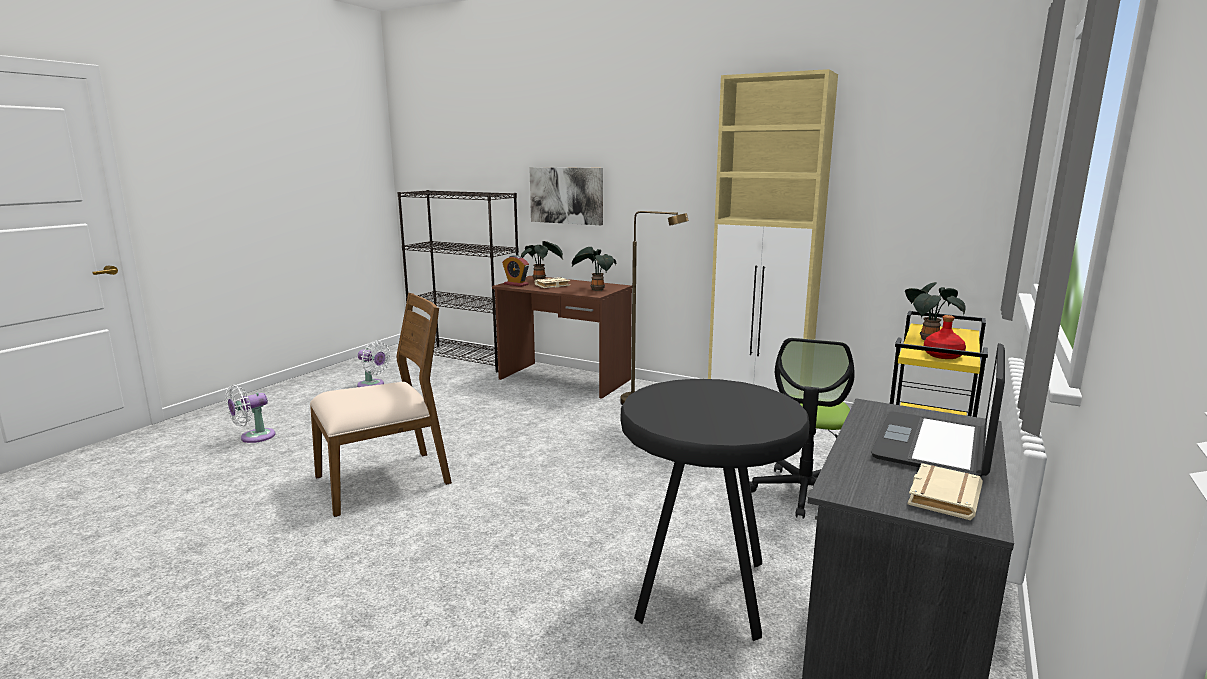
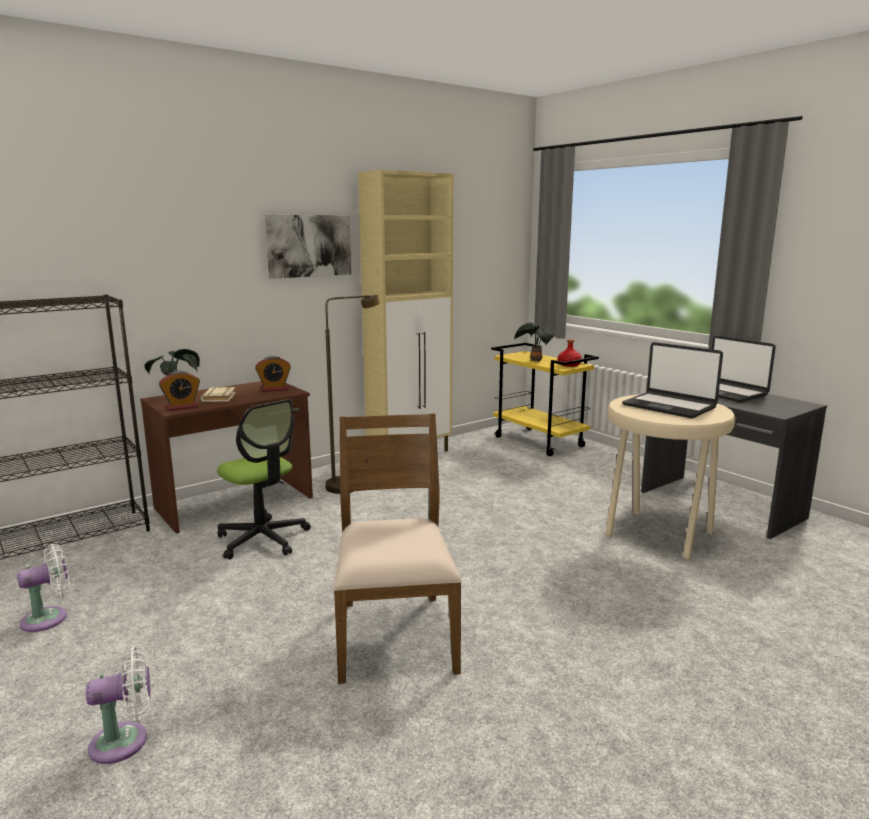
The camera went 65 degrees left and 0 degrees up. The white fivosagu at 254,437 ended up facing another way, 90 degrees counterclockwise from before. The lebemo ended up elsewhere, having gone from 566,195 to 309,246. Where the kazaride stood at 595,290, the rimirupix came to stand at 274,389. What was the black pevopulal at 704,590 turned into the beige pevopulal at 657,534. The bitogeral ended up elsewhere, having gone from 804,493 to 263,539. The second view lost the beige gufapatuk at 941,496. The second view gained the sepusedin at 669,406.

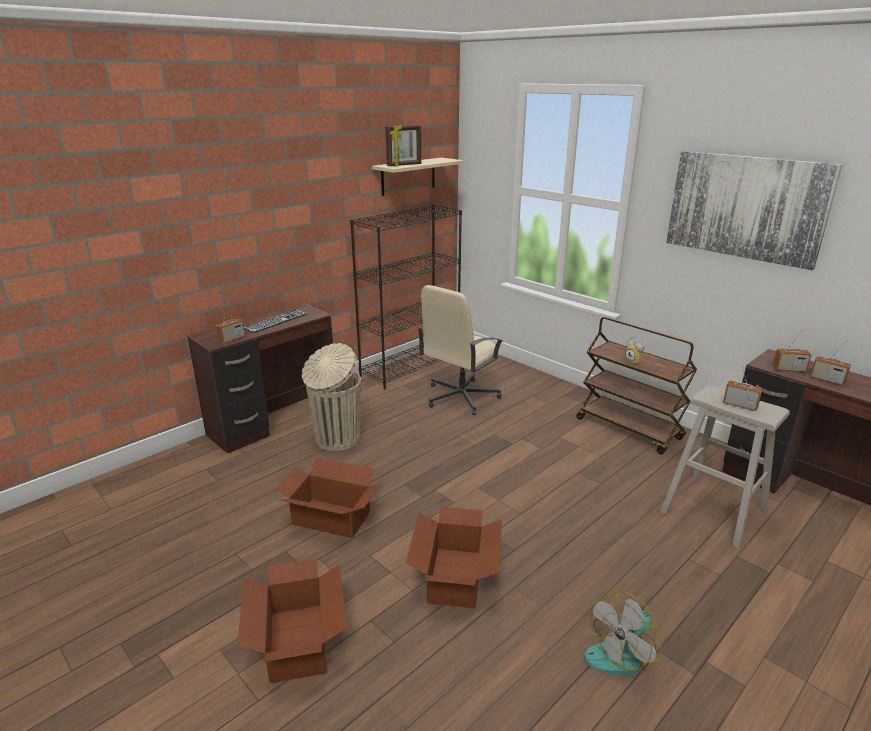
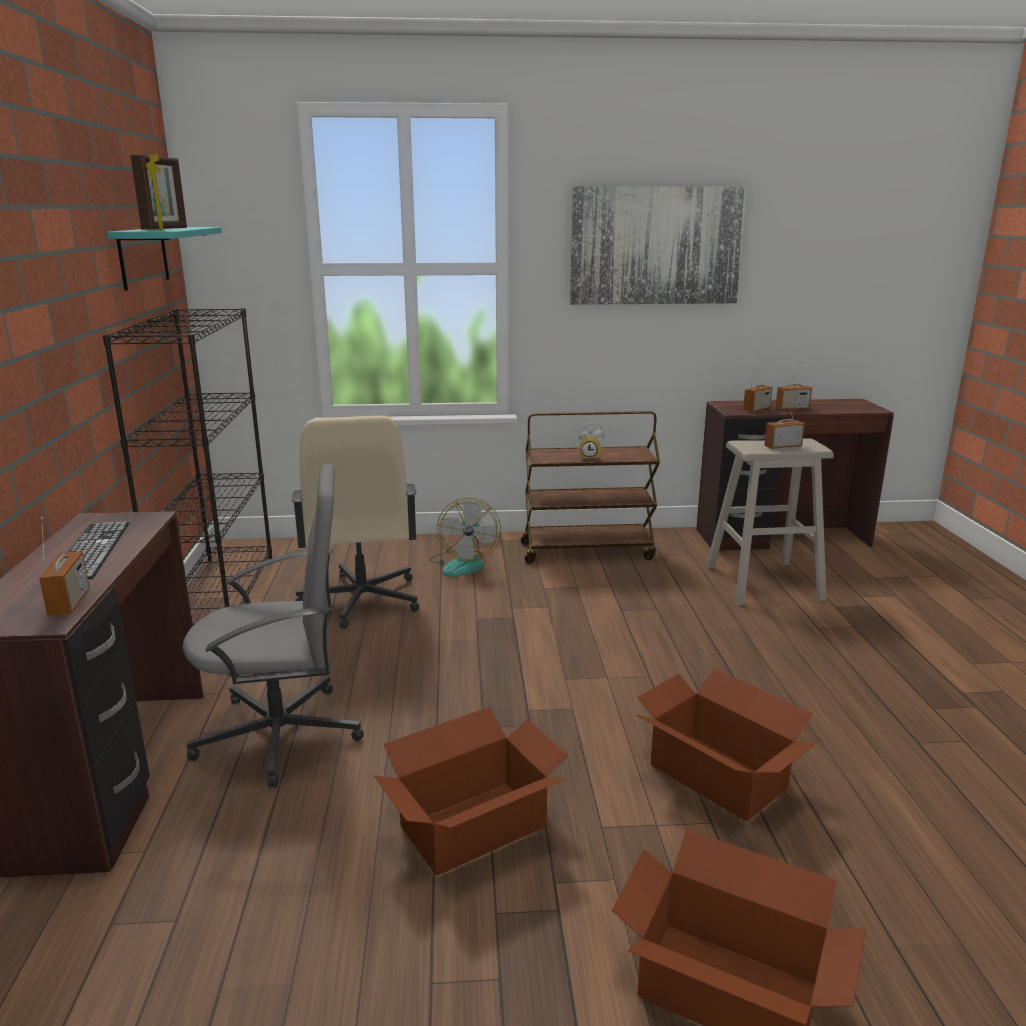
The camera went 50 degrees left and 5 degrees down. Where the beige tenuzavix stood at 336,439, the grey bitogeral came to stand at 282,734. What was the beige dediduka at 408,176 turned into the turquoise dediduka at 143,257. The fivosagu ended up elsewhere, having gone from 621,652 to 464,563.

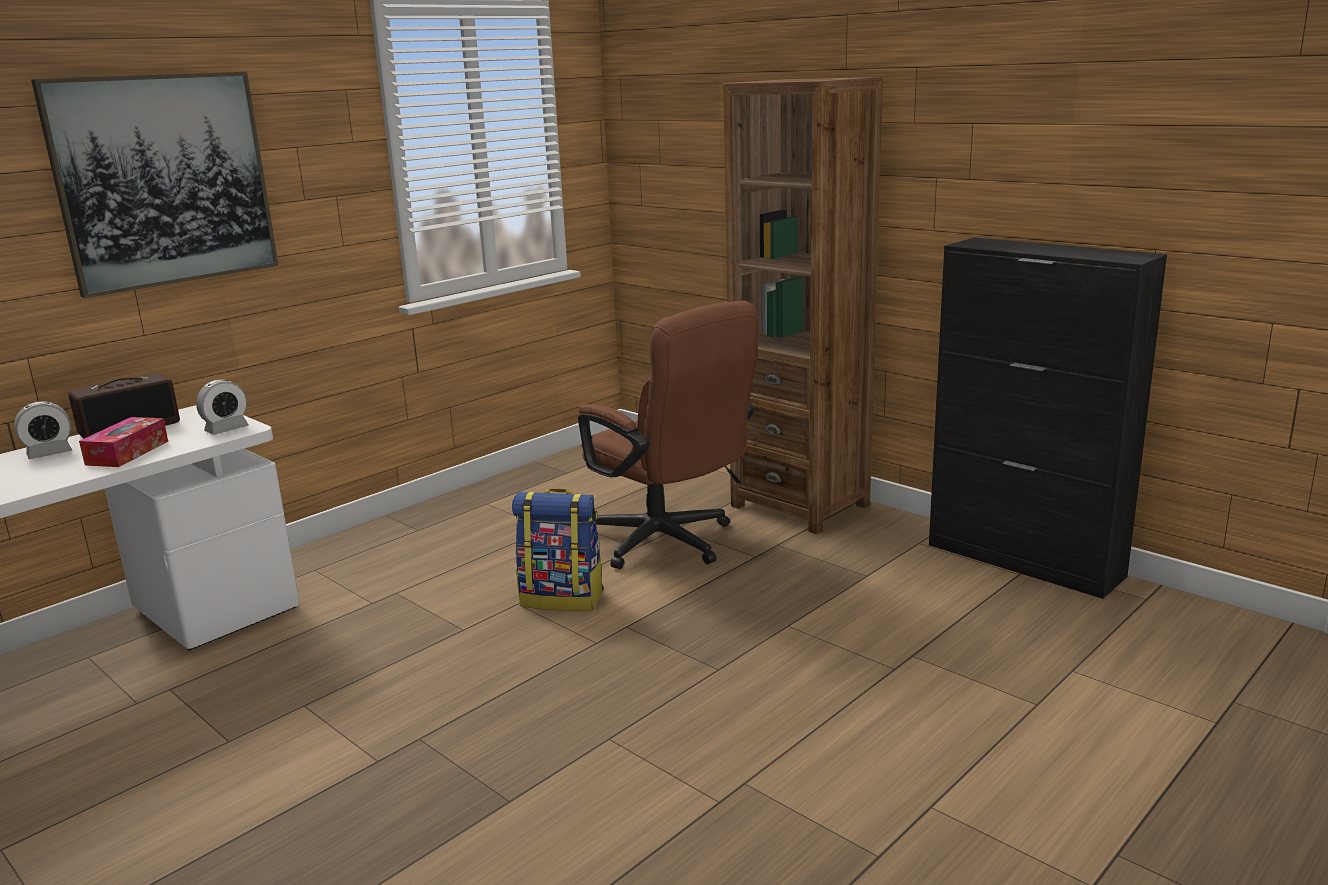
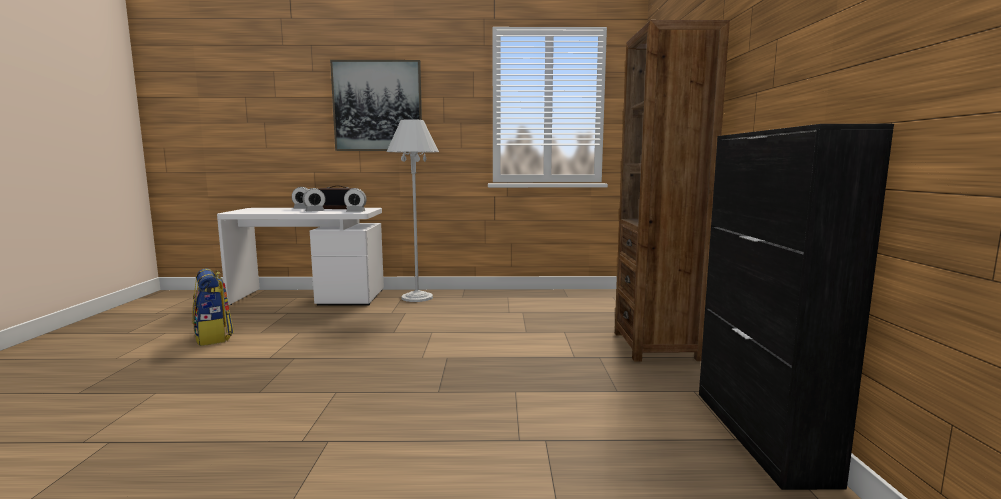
The camera went 45 degrees right and 10 degrees down. Where the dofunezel stood at 127,453, the rimirupix came to stand at 314,211. The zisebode ended up elsewhere, having gone from 563,598 to 214,337. The second view lost the brown bitogeral at 668,544. The second view gained the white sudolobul at 417,297.

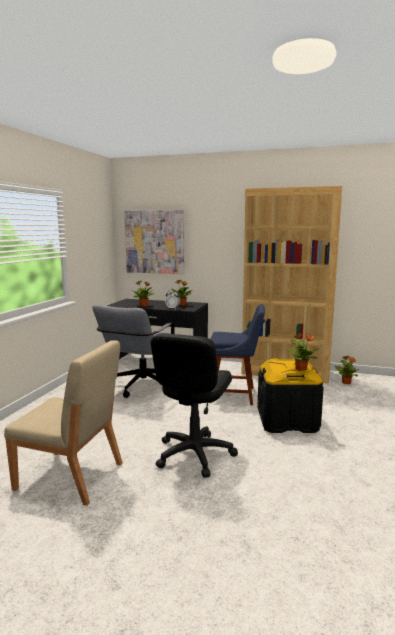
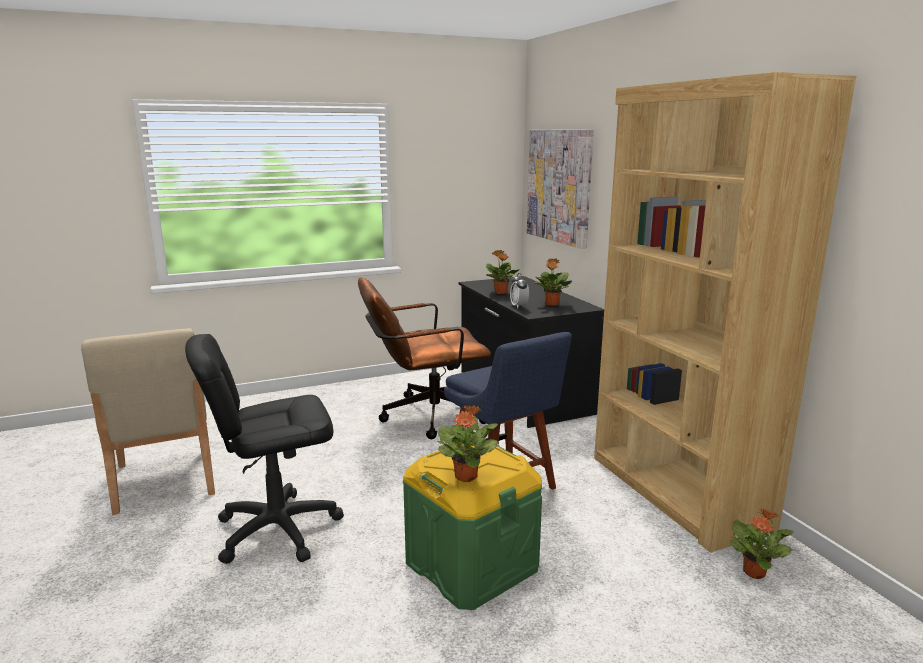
The camera went 50 degrees right and 5 degrees up. What was the grey bitogeral at 140,388 turned into the brown bitogeral at 424,416. What was the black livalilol at 287,421 turned into the green livalilol at 472,565.

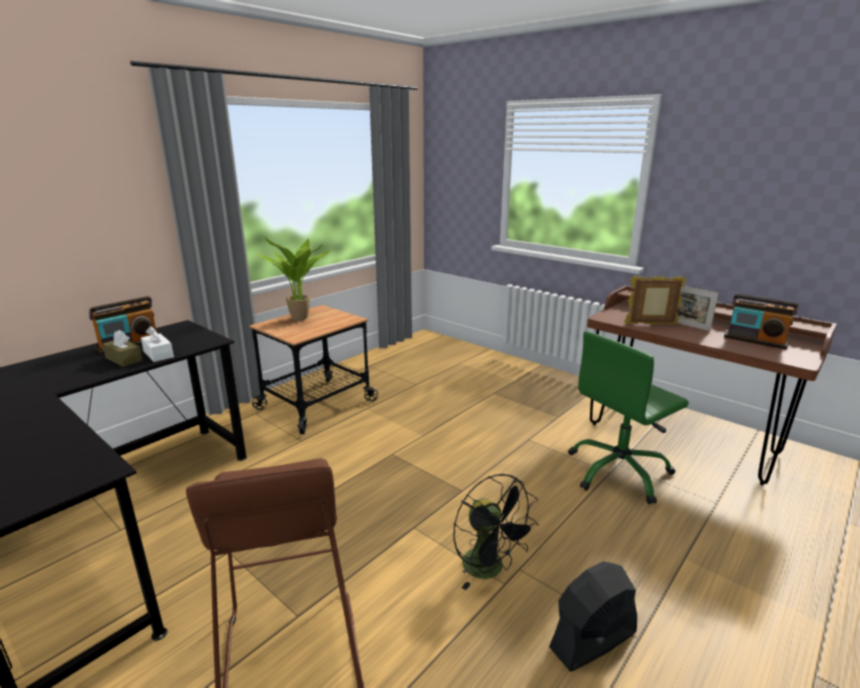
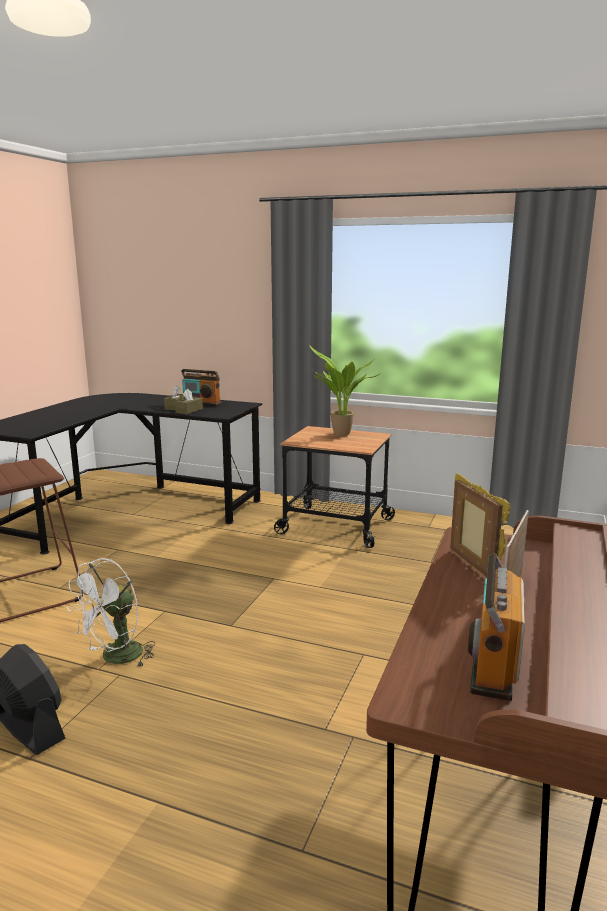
The camera went 70 degrees right and 5 degrees down. What was the white dofunezel at 158,354 turned into the brown dofunezel at 189,411. What was the black fivosagu at 490,569 turned into the white fivosagu at 116,658. The second view lost the green bitogeral at 619,472.

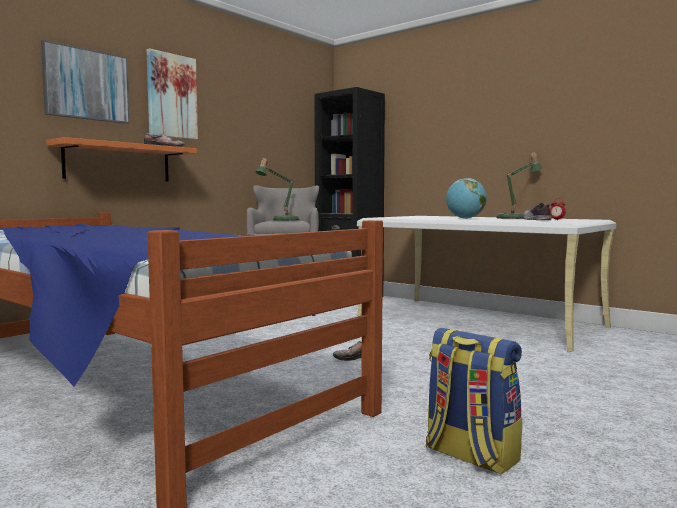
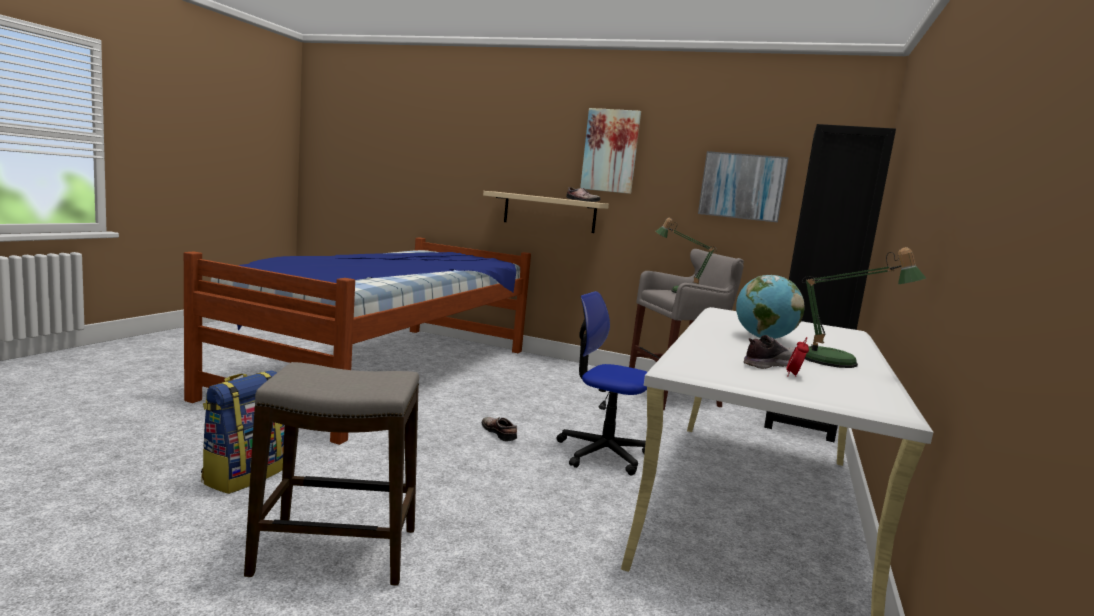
The camera went 70 degrees right and 5 degrees up. The lebemo ended up elsewhere, having gone from 86,84 to 742,186. What was the orange dediduka at 118,162 turned into the beige dediduka at 549,212. The second view gained the pevopulal at 336,552. The second view gained the bitogeral at 603,453.

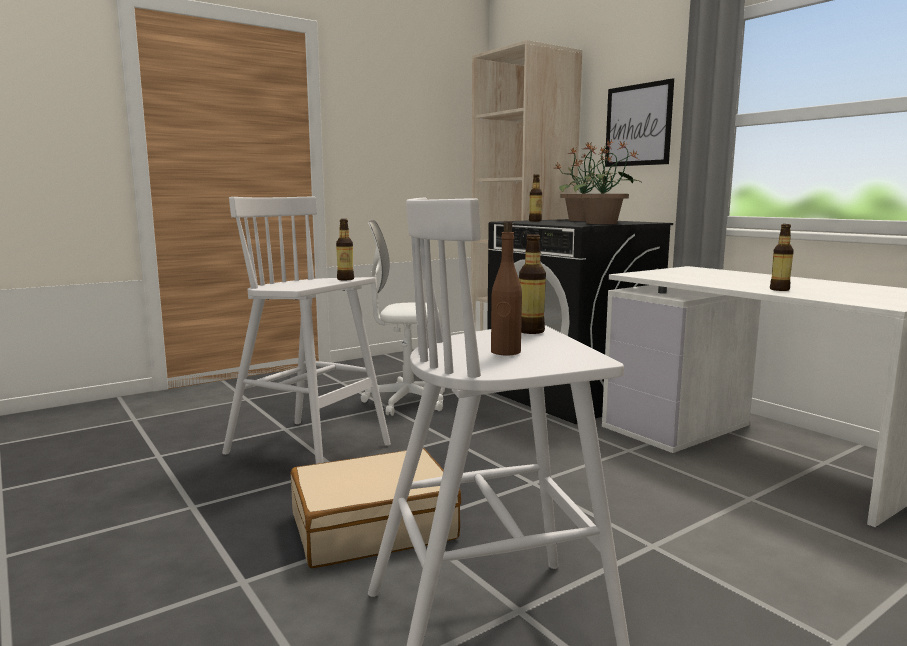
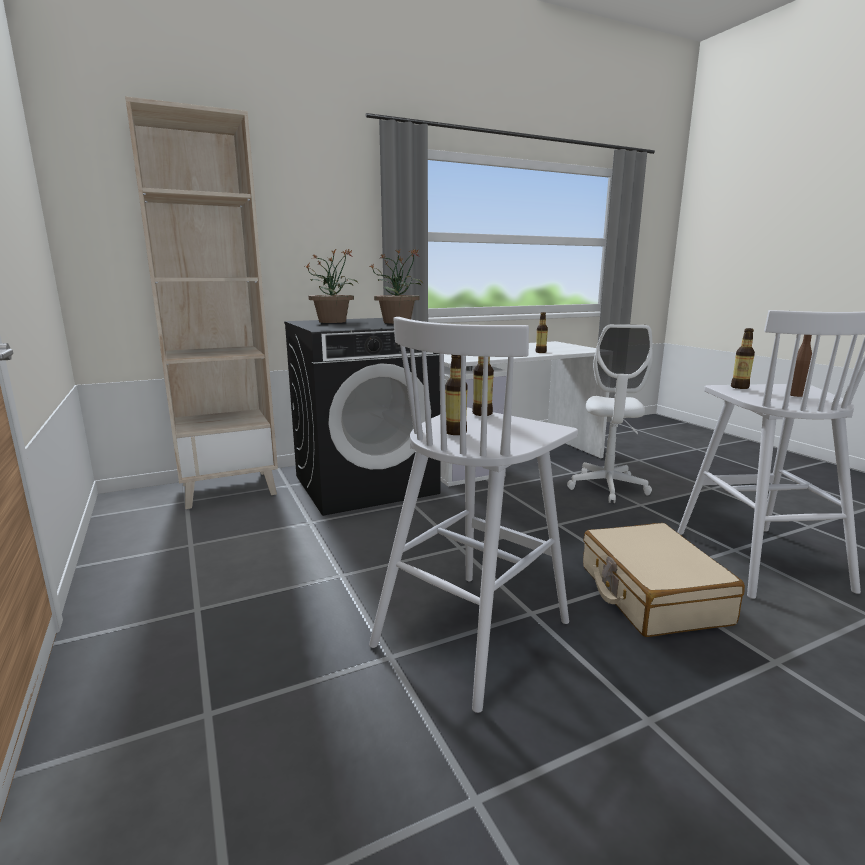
The camera went 80 degrees left and 5 degrees up. The white bitogeral ended up elsewhere, having gone from 406,402 to 607,487. The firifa ended up elsewhere, having gone from 535,221 to 455,432. The second view lost the lebemo at 638,125.

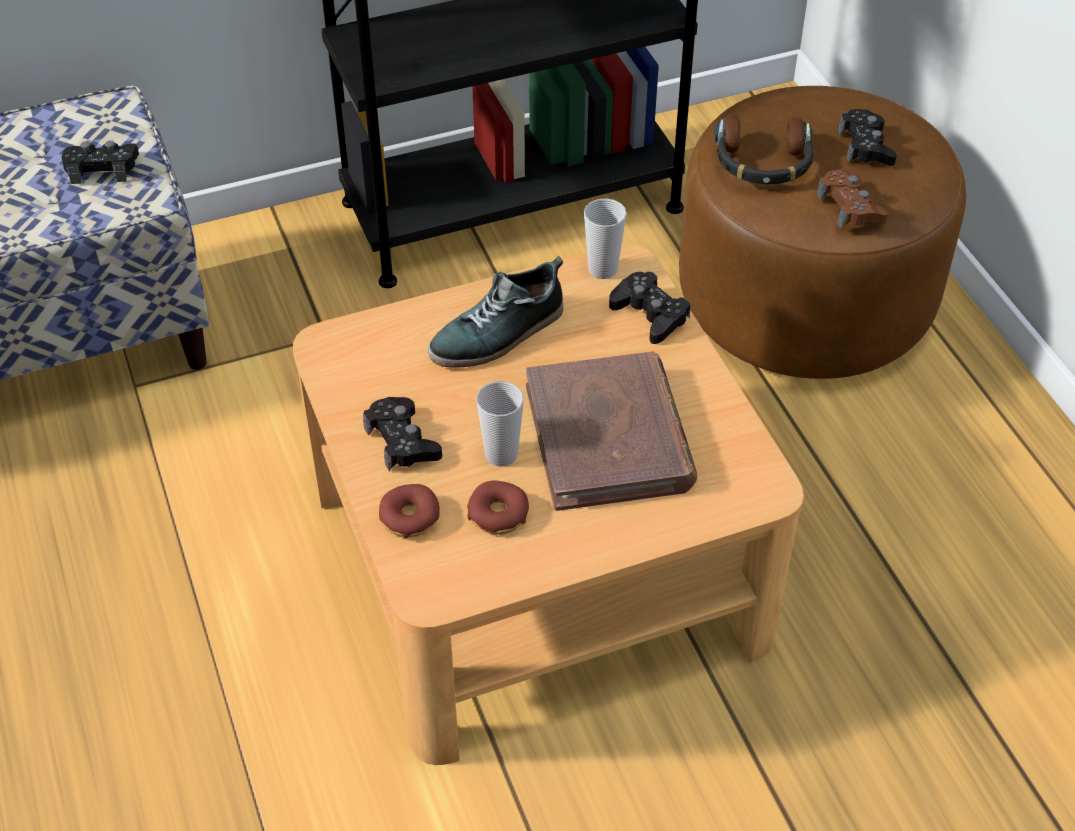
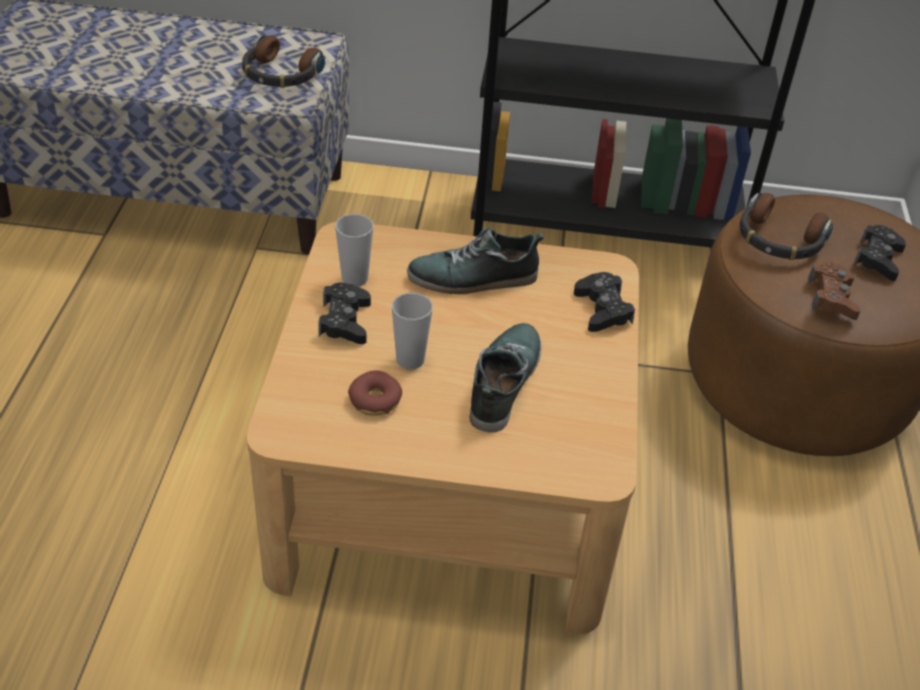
The camera went 25 degrees right and 5 degrees down. Where the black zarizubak stood at 102,168, the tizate came to stand at 280,74. The second view lost the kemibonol at 410,517. Where the brown gufapatuk stood at 609,437, the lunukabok came to stand at 503,382. The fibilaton ended up elsewhere, having gone from 602,269 to 355,279.

